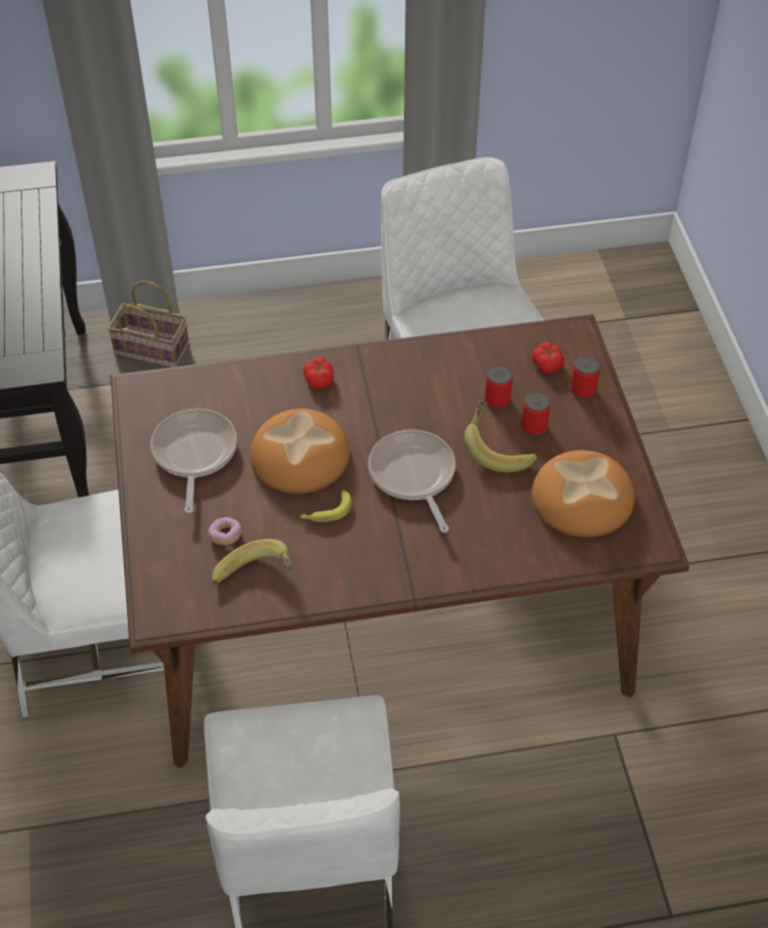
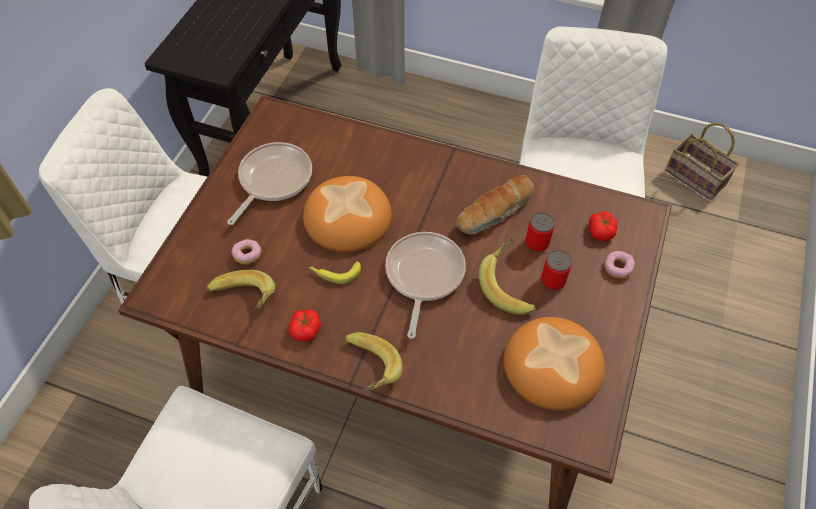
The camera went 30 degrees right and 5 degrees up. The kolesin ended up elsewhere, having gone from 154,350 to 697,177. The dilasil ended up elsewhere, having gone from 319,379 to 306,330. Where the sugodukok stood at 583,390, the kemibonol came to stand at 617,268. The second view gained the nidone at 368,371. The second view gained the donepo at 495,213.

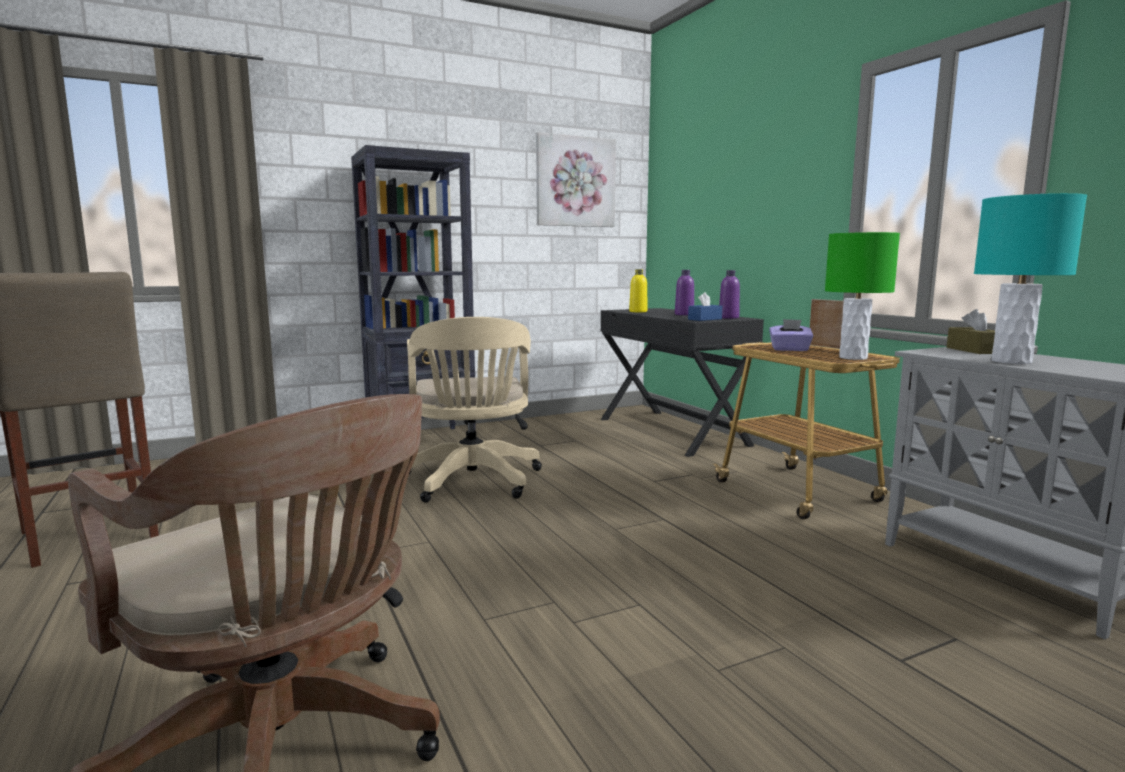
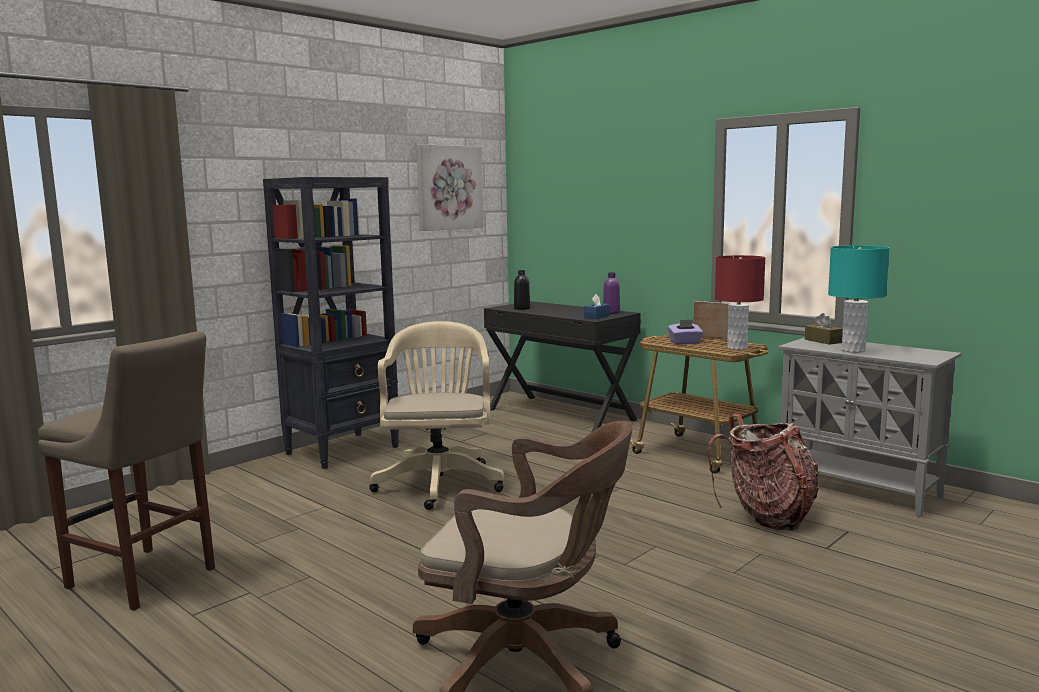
The camera went 20 degrees left and 0 degrees up. The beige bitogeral at 472,482 ended up facing another way, 150 degrees counterclockwise from before. What was the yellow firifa at 638,311 turned into the black firifa at 522,308. The second view lost the purple firifa at 684,314. What was the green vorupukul at 852,358 turned into the red vorupukul at 737,348. The second view gained the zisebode at 767,515.

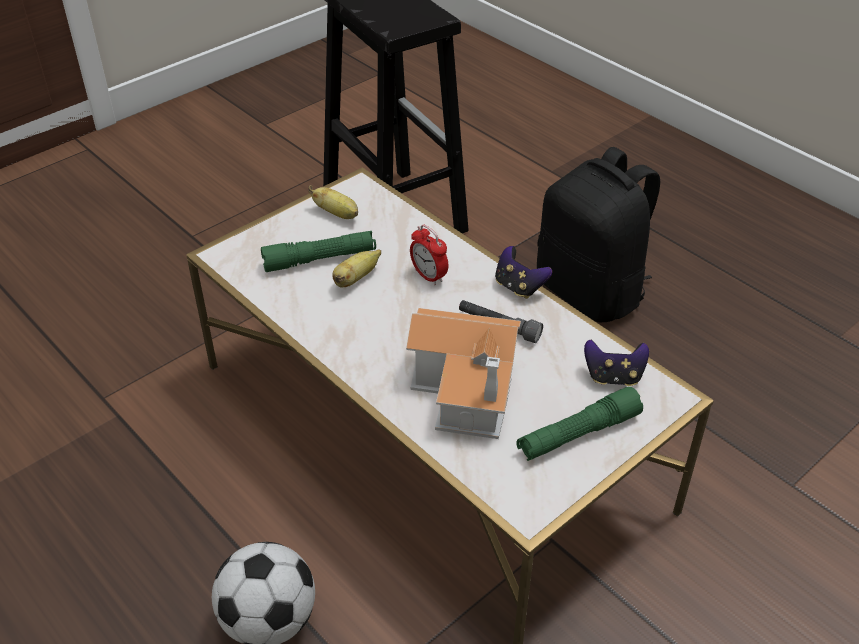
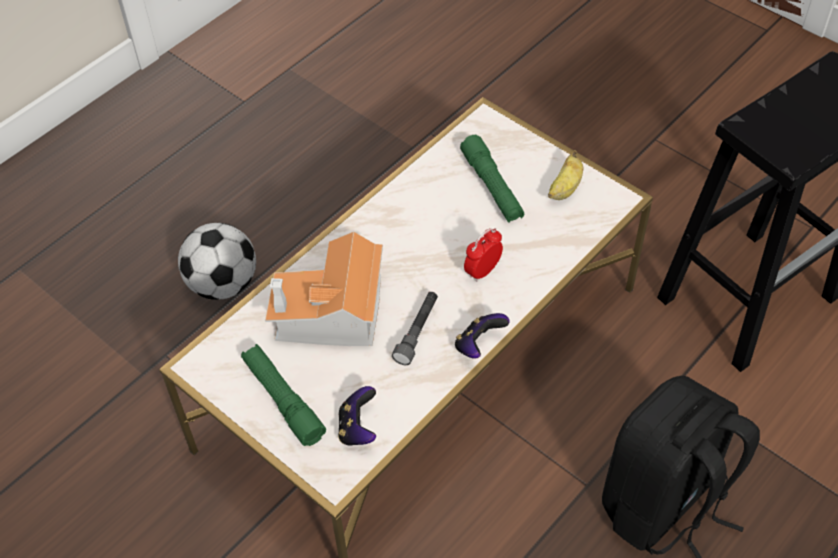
The camera went 85 degrees right and 10 degrees up. The second view lost the nidone at 356,279.

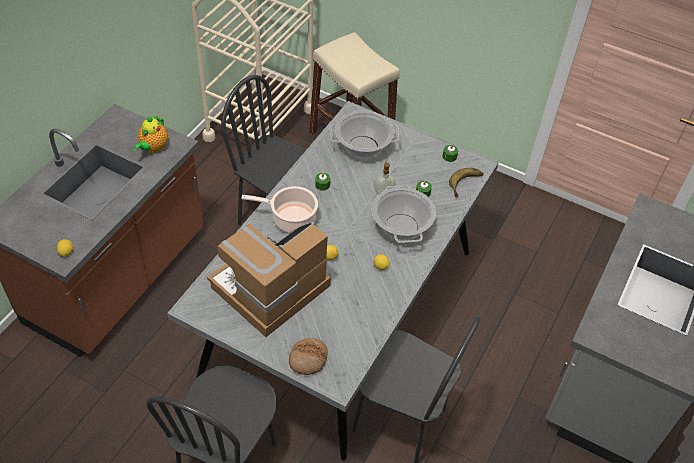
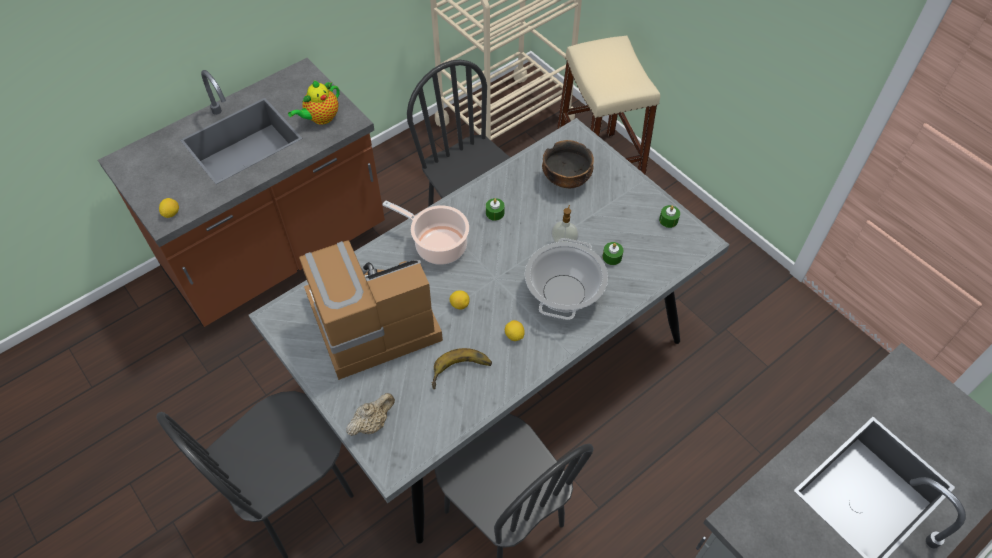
The camera went 25 degrees right and 5 degrees up. Where the donepo stood at 308,359, the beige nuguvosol came to stand at 372,423. Where the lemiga stood at 363,147, the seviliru came to stand at 566,179. The nidone ended up elsewhere, having gone from 467,185 to 462,373.

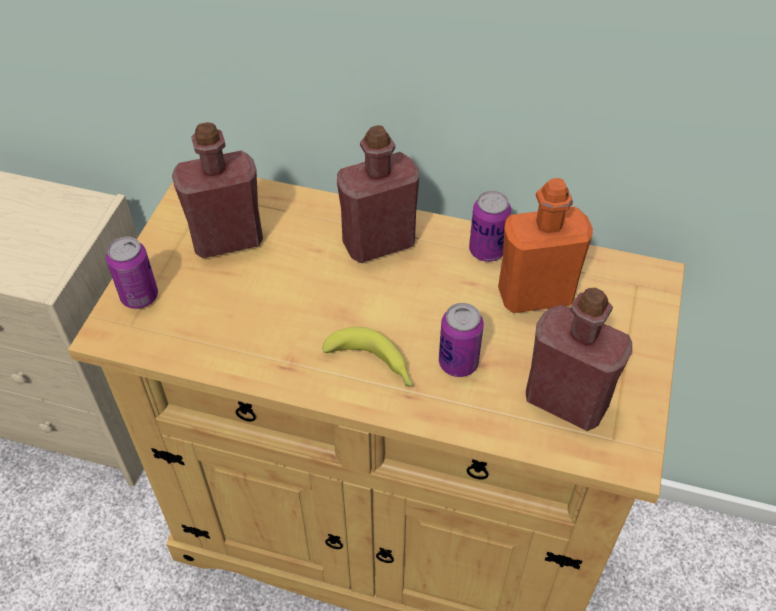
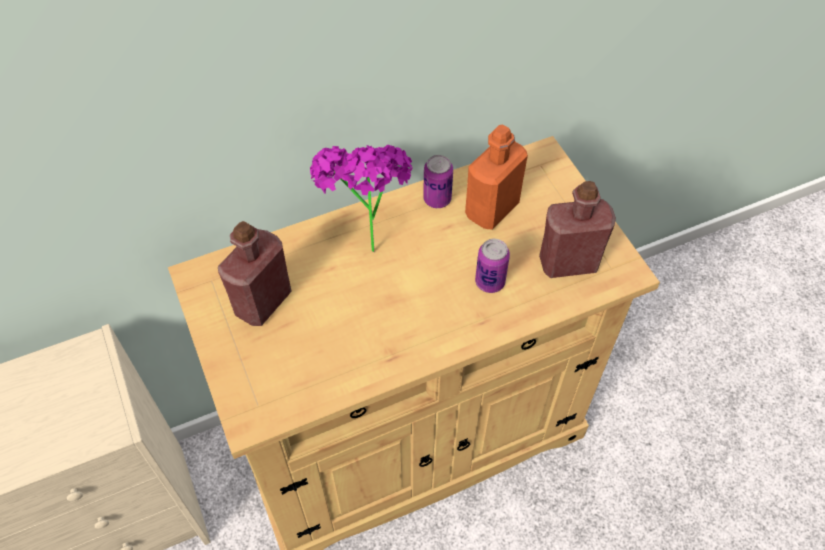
The camera went 40 degrees left and 5 degrees up. The second view lost the sugodukok at 139,296. The second view lost the nidone at 373,365. Where the red firifa stood at 378,243, the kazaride came to stand at 366,237.

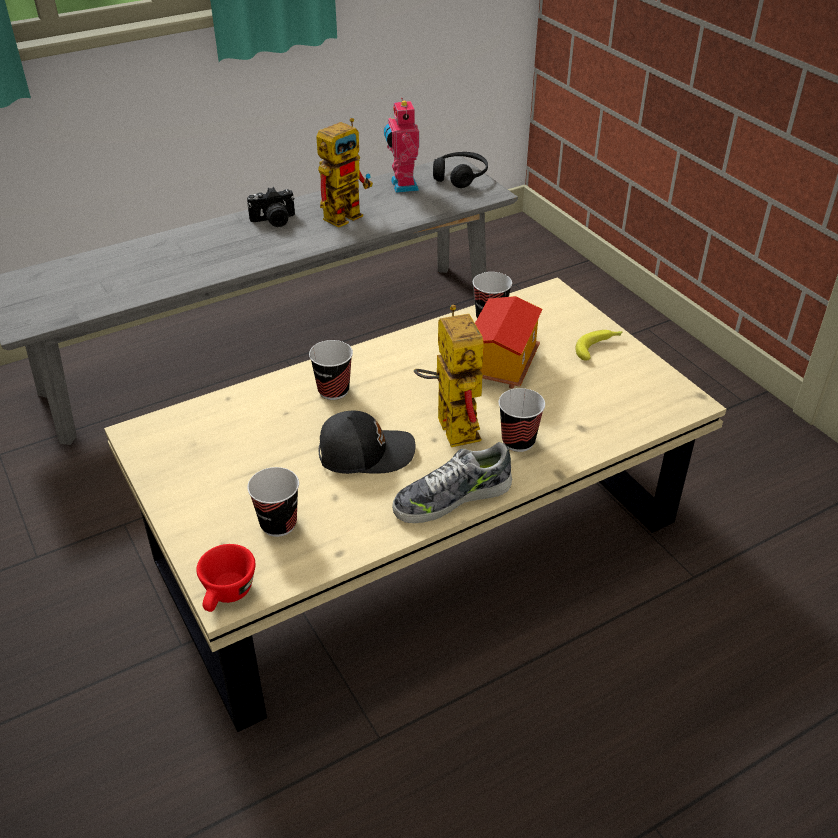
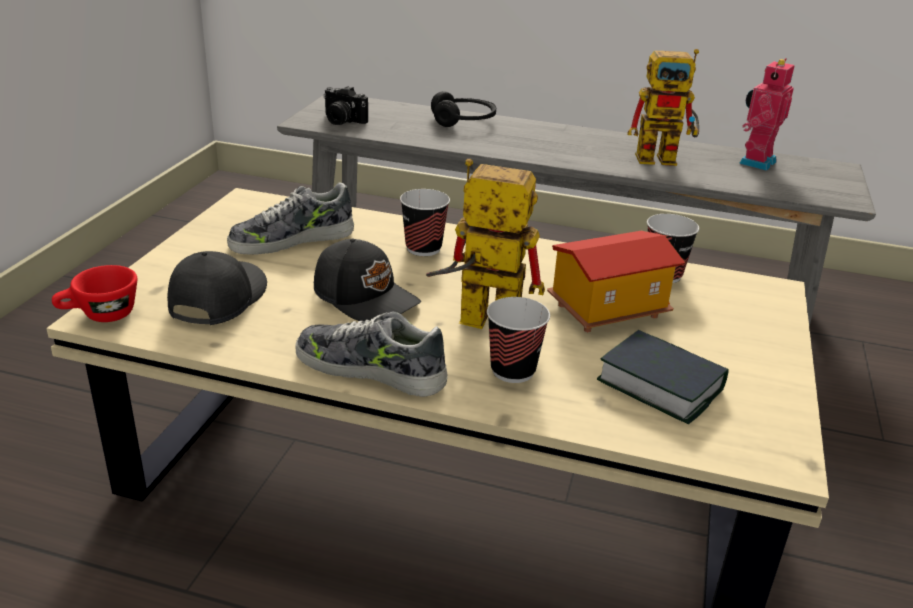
The camera went 45 degrees right and 10 degrees down. The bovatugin ended up elsewhere, having gone from 274,221 to 342,121. Where the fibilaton stood at 278,524, the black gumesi came to stand at 217,299. The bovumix at 450,423 ended up facing another way, 105 degrees counterclockwise from before. The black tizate ended up elsewhere, having gone from 460,177 to 463,121. The second view lost the nidone at 599,347. The second view gained the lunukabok at 292,239. The second view gained the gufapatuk at 660,385.

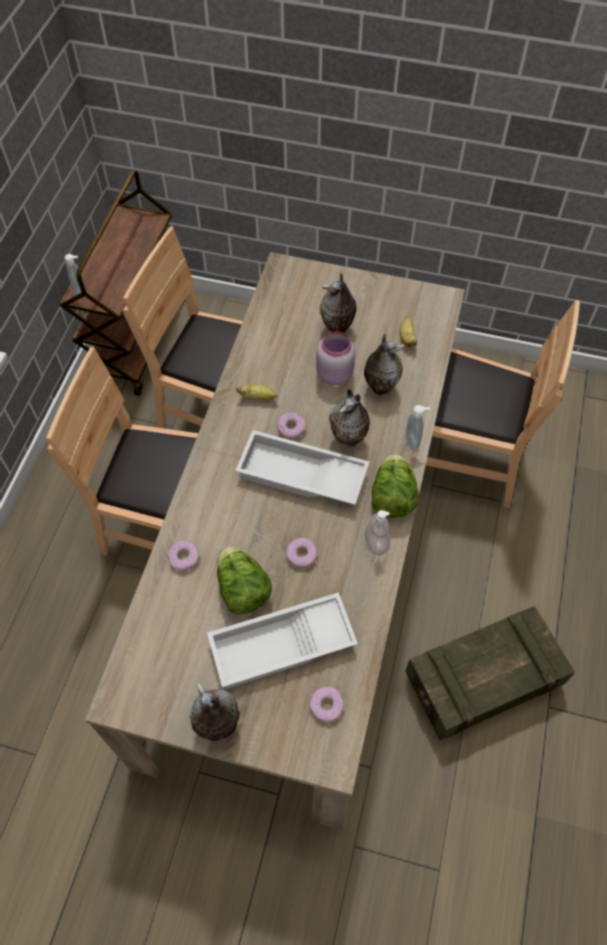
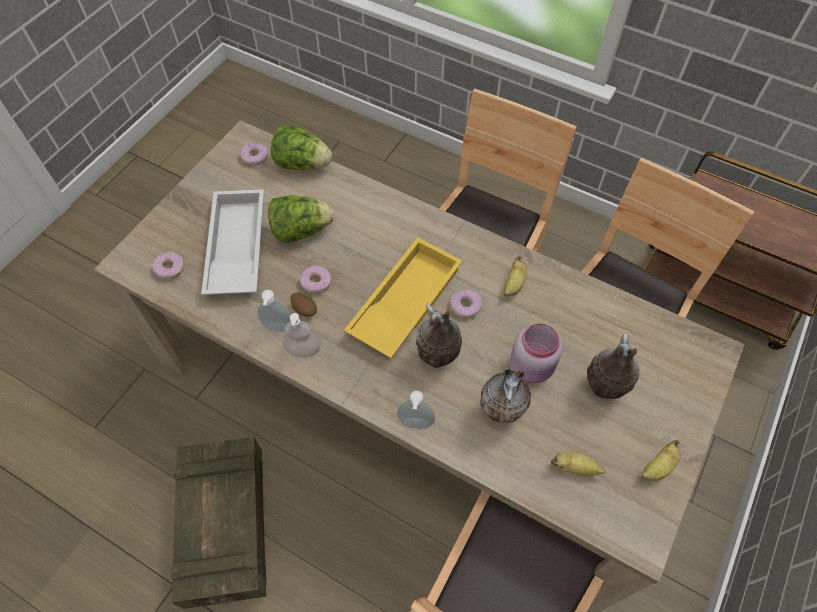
The camera went 105 degrees right and 0 degrees up. The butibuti ended up elsewhere, having gone from 81,291 to 278,329. The kemibonol ended up elsewhere, having gone from 184,558 to 255,157. The second view lost the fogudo at 217,726. What was the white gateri at 300,476 turned into the yellow gateri at 404,301. The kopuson ended up elsewhere, having gone from 392,497 to 302,163. The second view gained the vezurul at 305,310. The second view gained the nidone at 657,467.

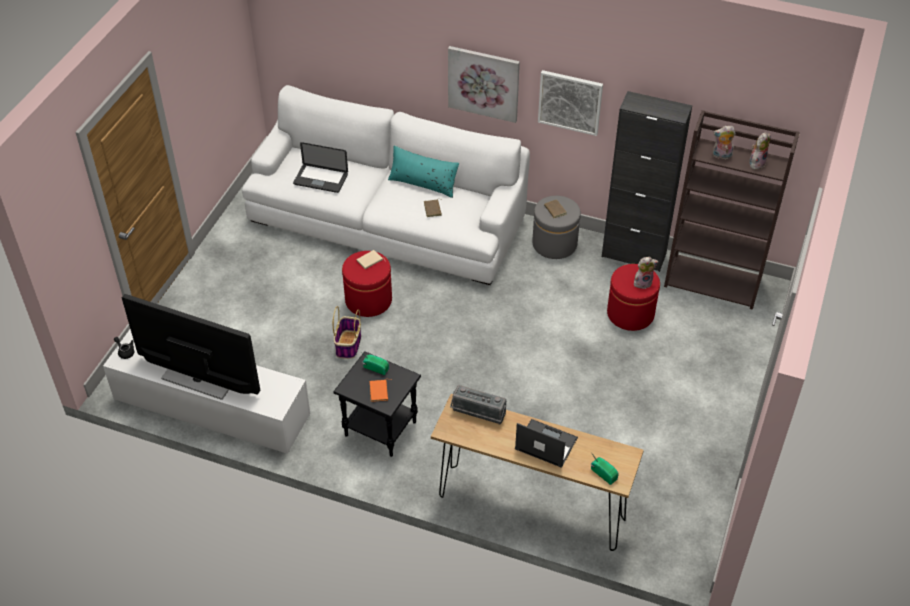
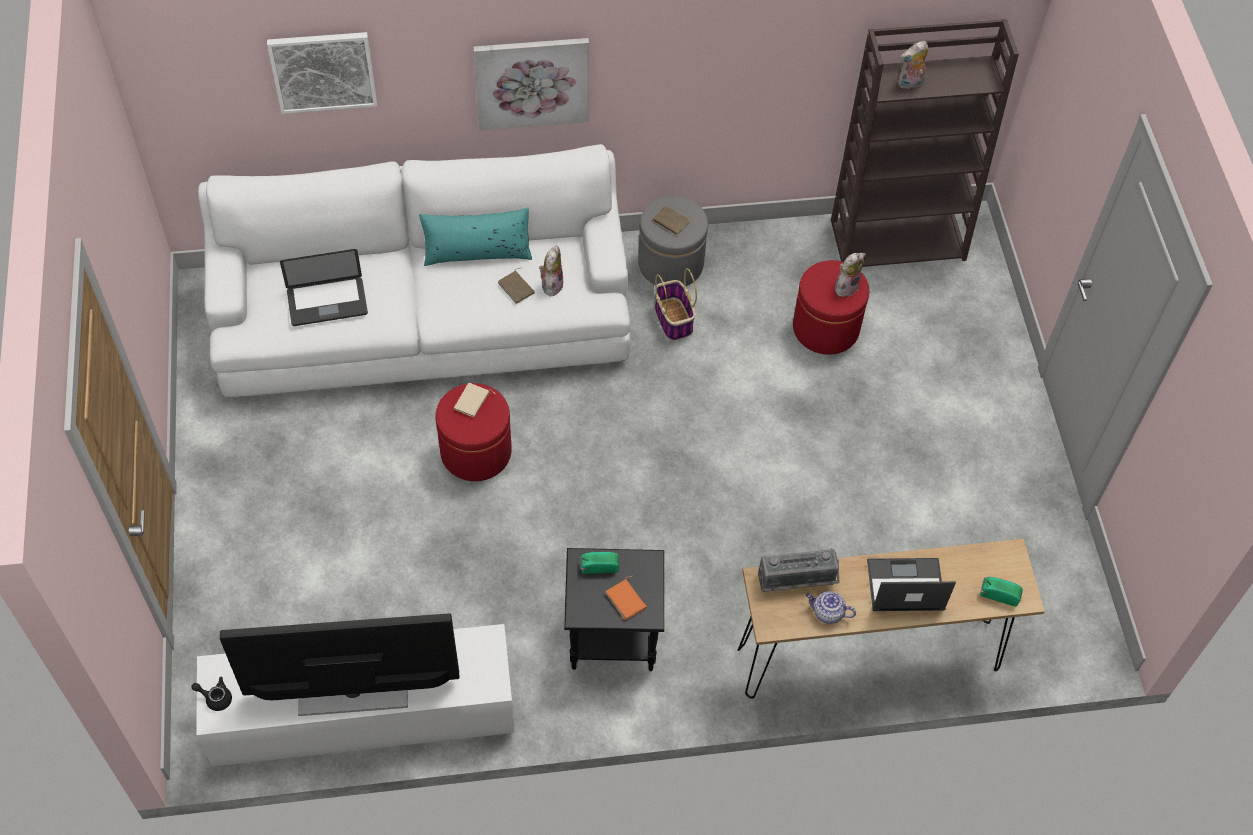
The camera went 30 degrees left and 10 degrees up. The kolesin ended up elsewhere, having gone from 348,345 to 674,320. The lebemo ended up elsewhere, having gone from 570,102 to 323,71. The second view lost the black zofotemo at 633,255. The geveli ended up elsewhere, having gone from 756,163 to 551,284. The second view gained the nuguvosol at 827,613.

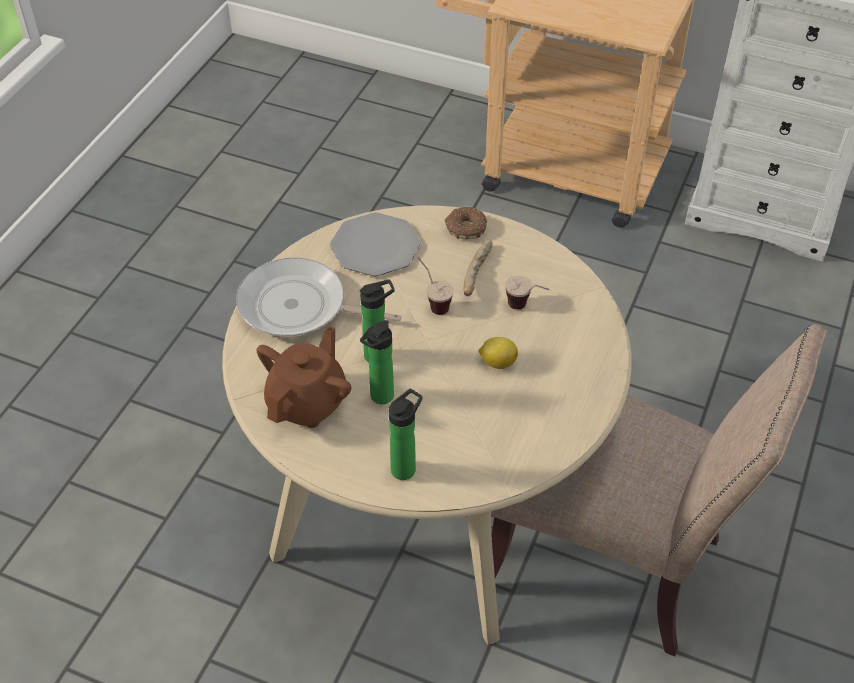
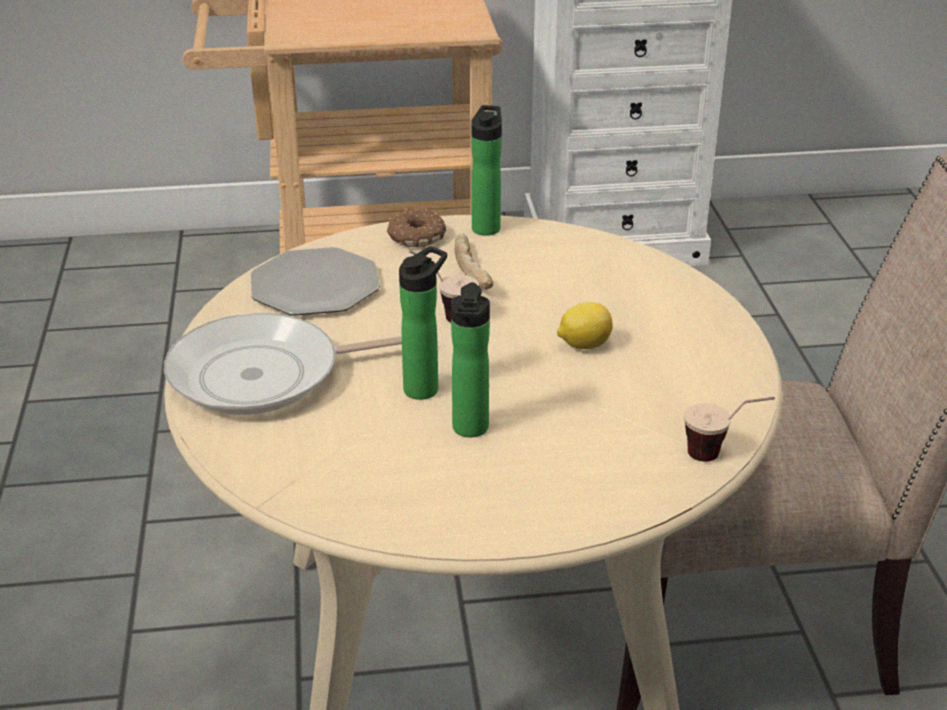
The camera went 30 degrees left and 15 degrees down. The second view lost the brown nuguvosol at 307,402. The firifa ended up elsewhere, having gone from 406,467 to 486,227. The fibilaton ended up elsewhere, having gone from 525,308 to 722,455.

